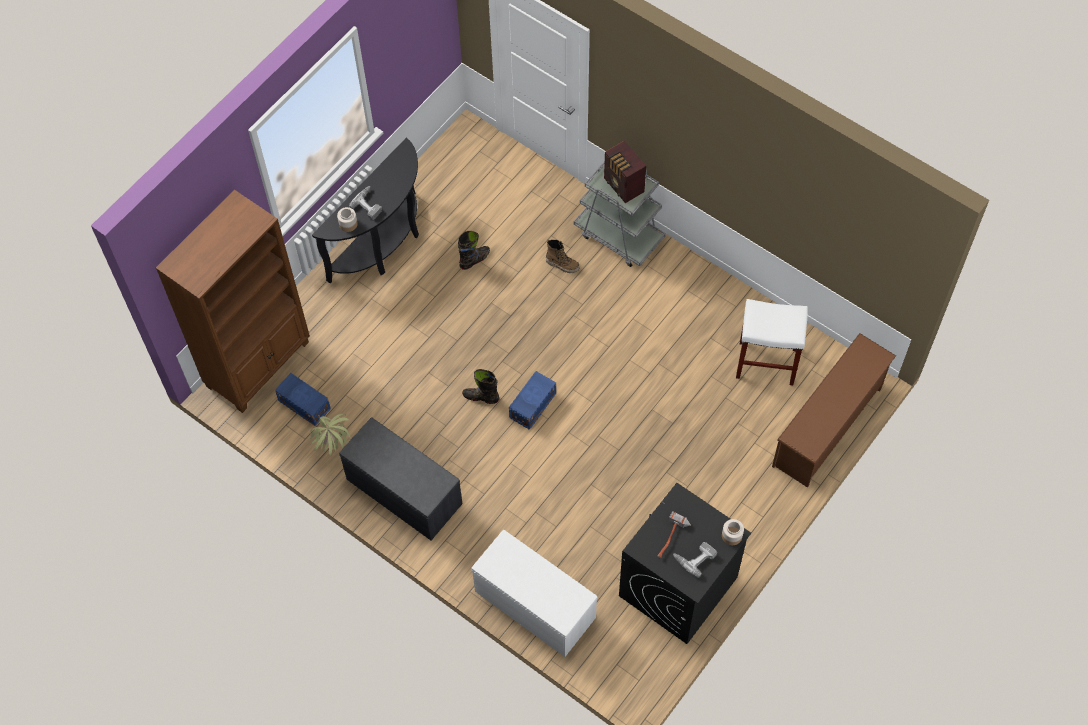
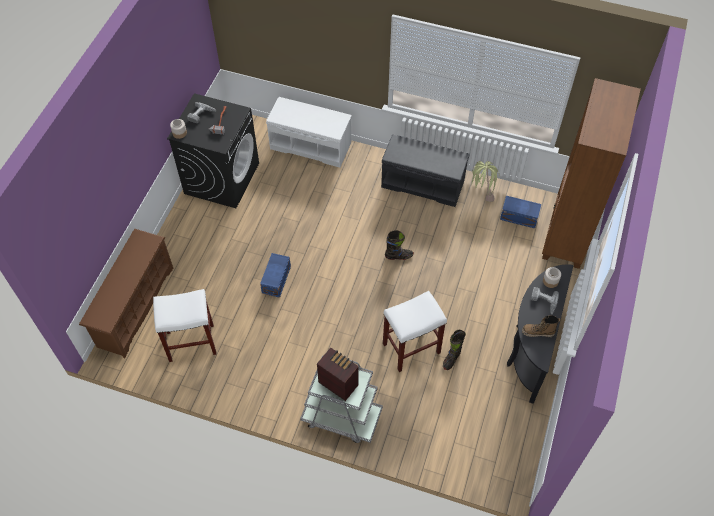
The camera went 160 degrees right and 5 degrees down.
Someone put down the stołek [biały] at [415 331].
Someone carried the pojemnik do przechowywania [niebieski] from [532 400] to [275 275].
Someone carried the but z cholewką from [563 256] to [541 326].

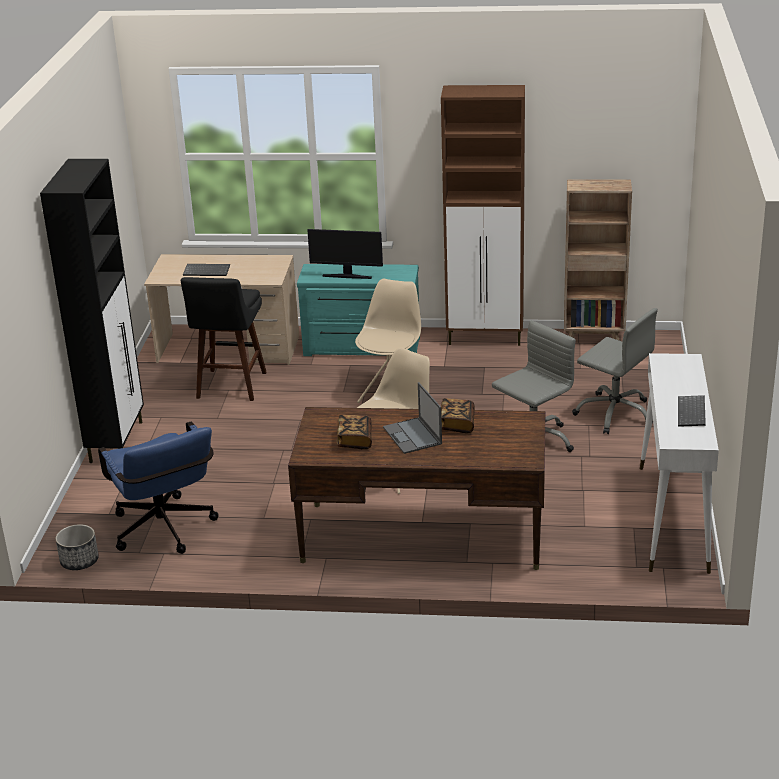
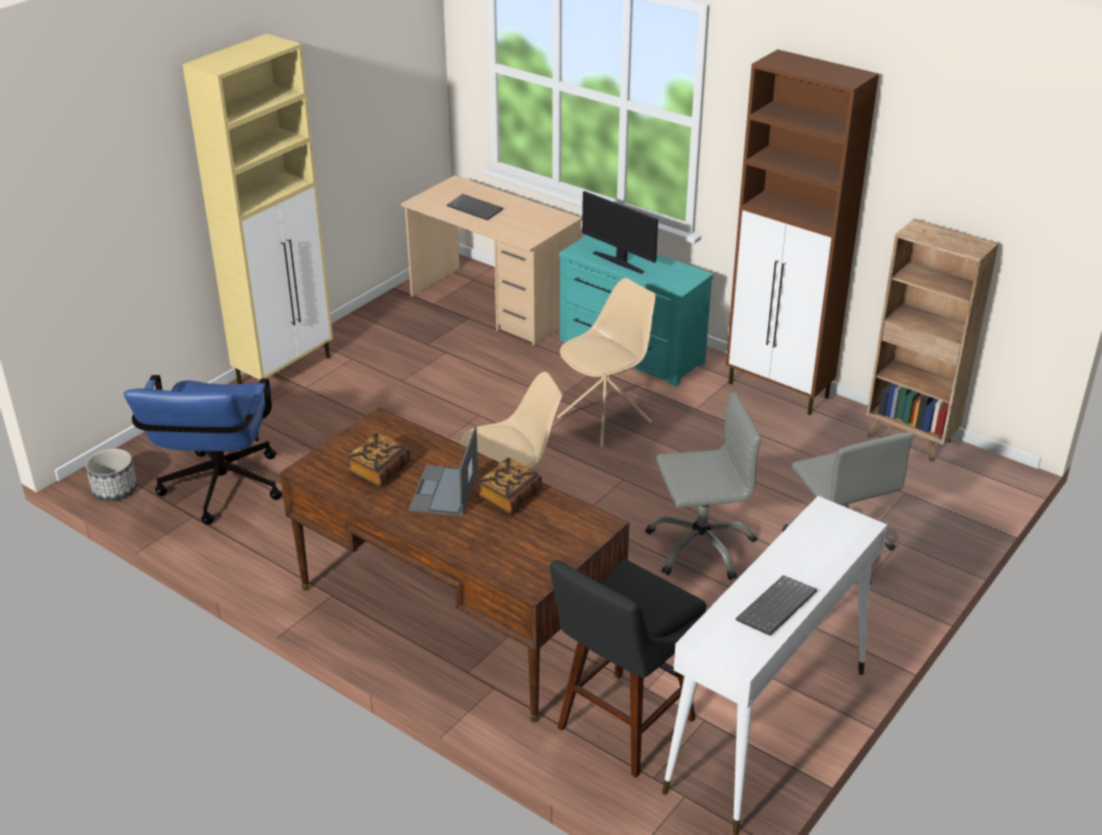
The camera went 30 degrees right and 5 degrees up.
Someone carried the stołek [czarny] from [224 339] to [628 668].
Someone repainted the szafka [czarny] at [92 311], which became the szafka [beżowy] at [258 209].

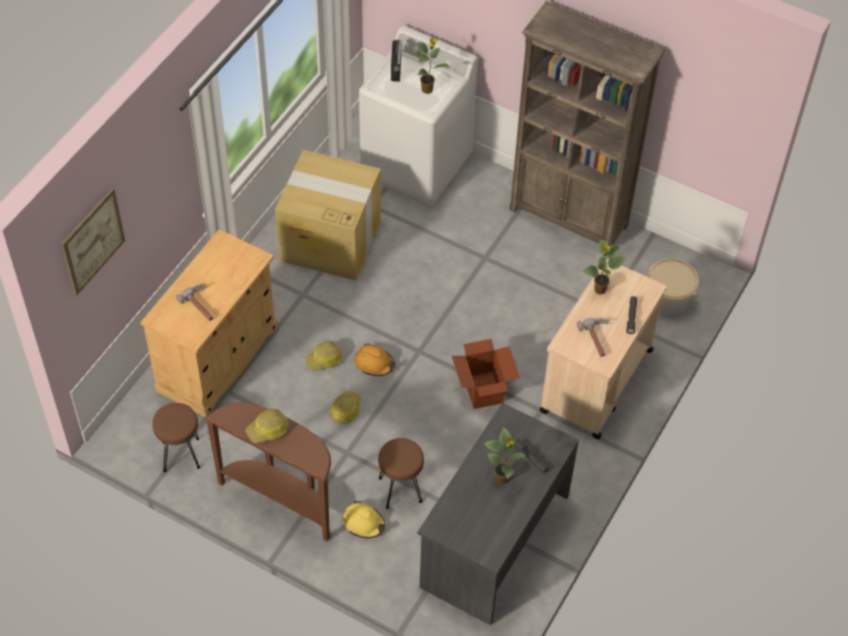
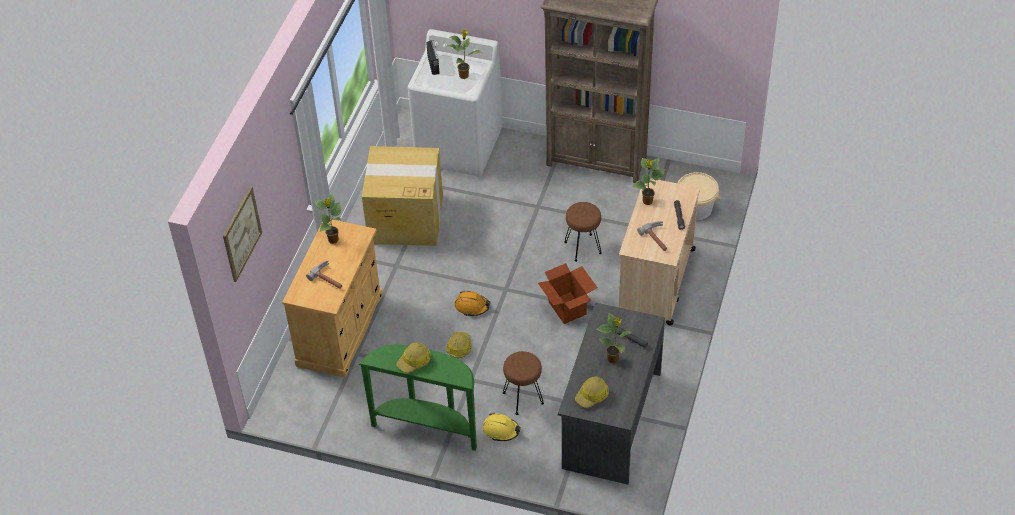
The camera went 10 degrees left and 5 degrees down.
Someone put down the roślina doniczkowa at [328 218].
Someone carried the stołek [brązowy] from [176 437] to [583 232].
Someone carried the kask from [323 356] to [592 392].
Someone repainted the stolik konsolowy [brązowy] at [267 471], which became the stolik konsolowy [zielony] at [418 398].

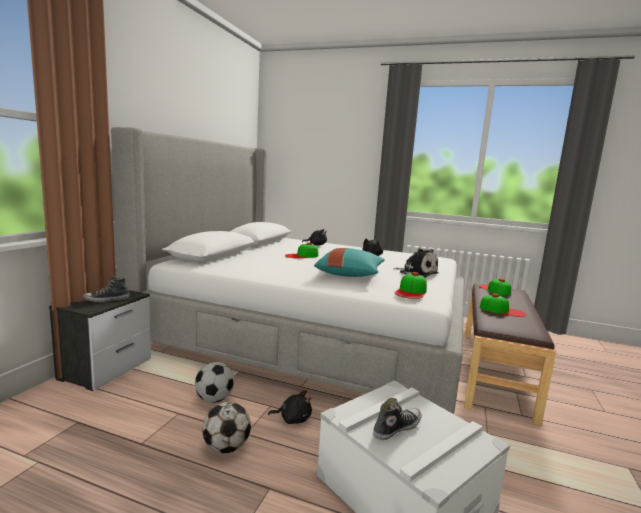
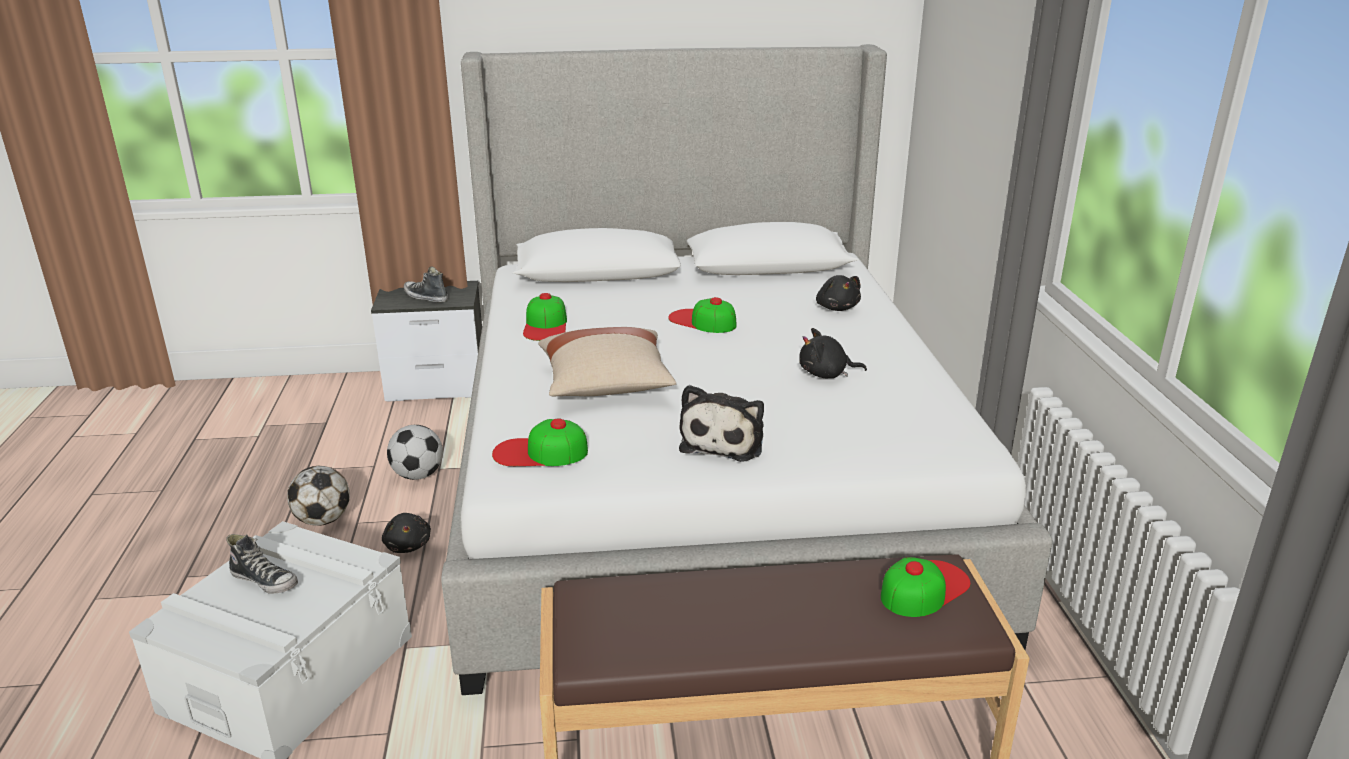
The camera went 65 degrees right and 15 degrees up.
Someone carried the czapka z daszkiem from [503 305] to [545 317].
Someone repainted the poduszka [turkusowy] at [349 262], which became the poduszka [beżowy] at [607 361].

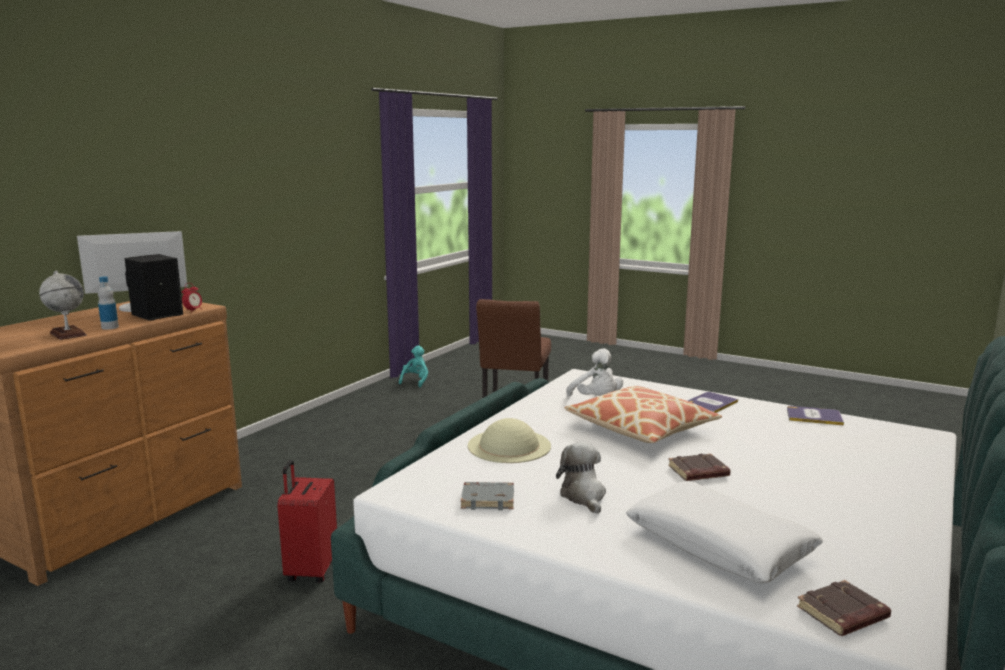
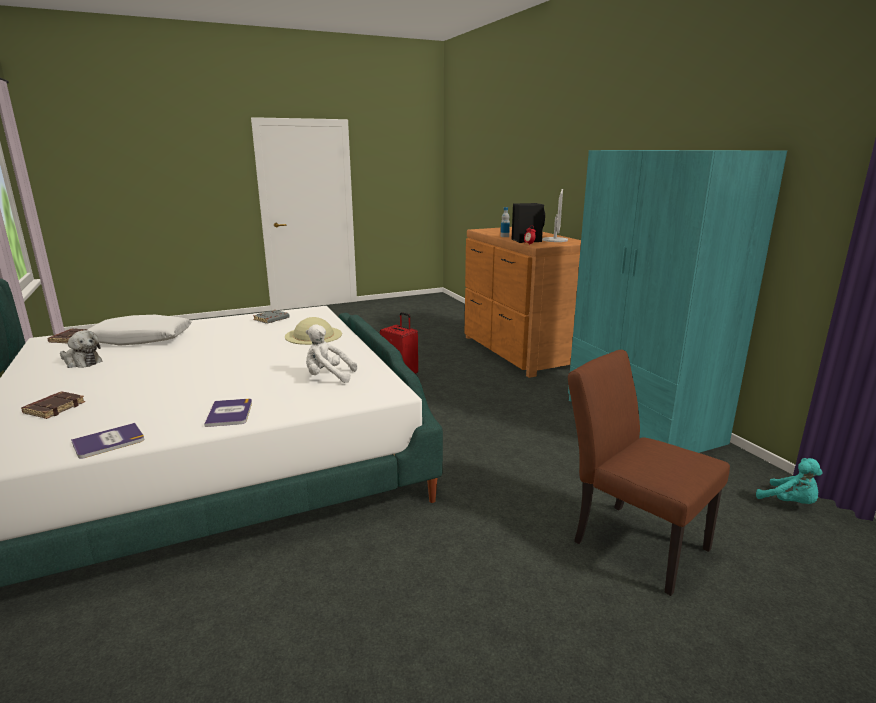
The camera went 125 degrees right and 5 degrees up.
Someone took away the globus at [63 305].
Someone took away the poduszka at [643 414].
Someone put down the szafa [turkusowy] at [677 301].
Someone carried the pluszak from [581 478] to [81 349].
Someone carried the książka [brązowy] from [699 467] to [53 405].

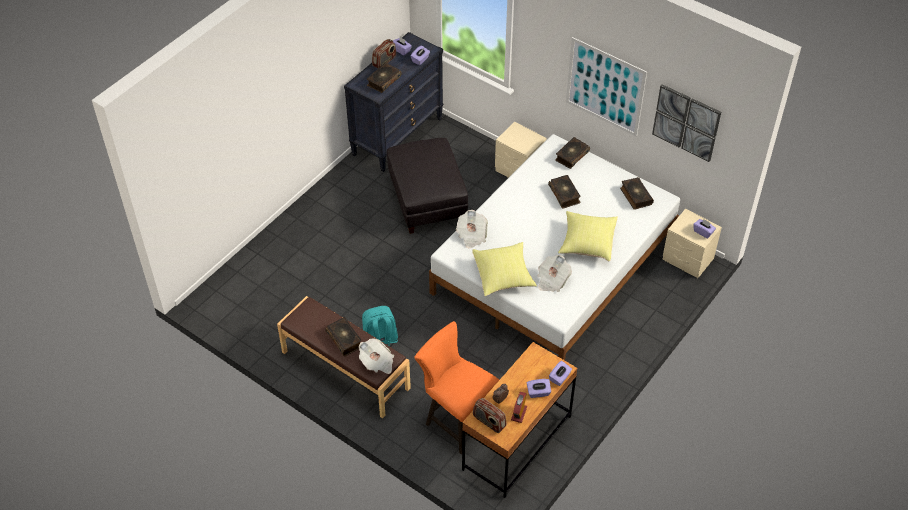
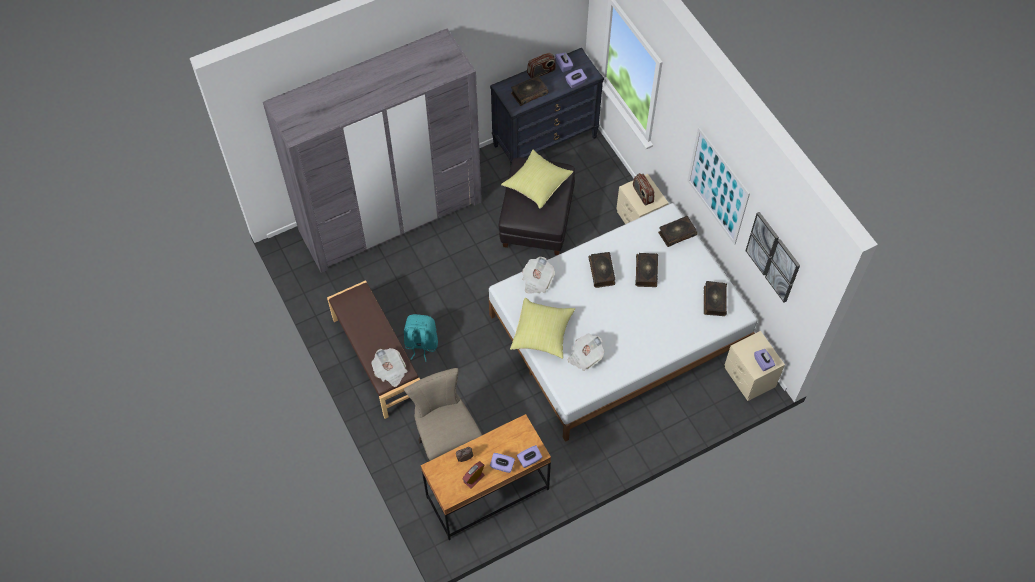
The camera went 25 degrees right and 10 degrees up.
Someone put down the szafa [szary] at [372 150].
Someone carried the książka from [343 336] to [601 270].
Someone carried the radio from [489 415] to [644 189].
Someone carried the poduszka [żółty] from [588 236] to [537 179].
Someone repainted the stołek [pomarańczowy] at [456 388], which became the stołek [beżowy] at [443 414].

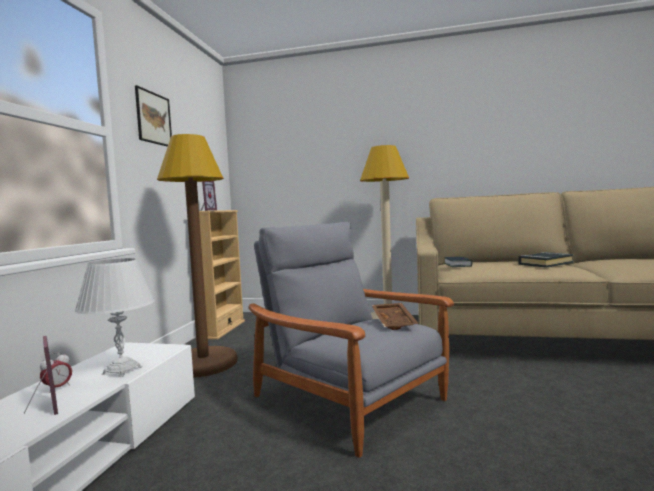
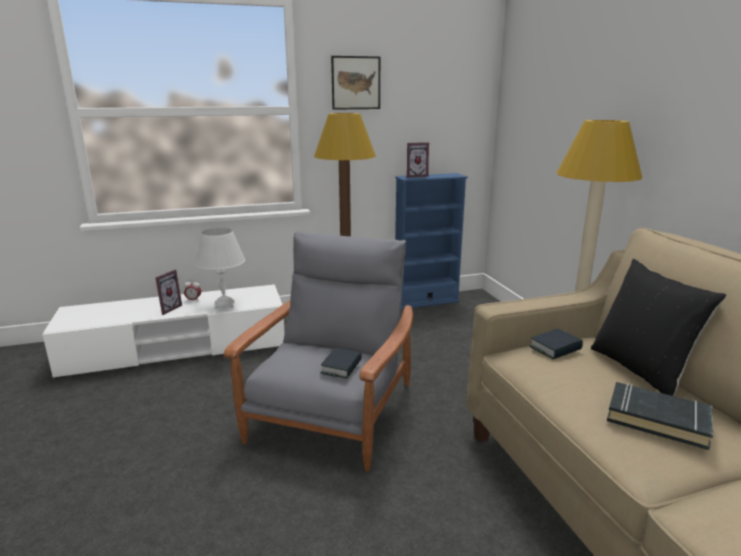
The camera went 60 degrees right and 15 degrees up.
Someone put down the poduszka [czarny] at [659 327].
Someone swapped the taca [brązowy] at [395 316] for the książka at [341 363].
Someone repainted the regał [beżowy] at [222 275], which became the regał [niebieski] at [431 241].

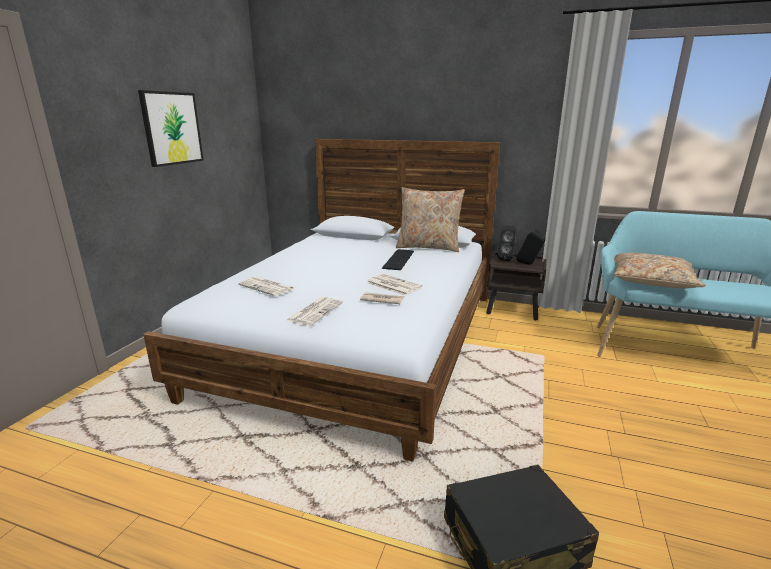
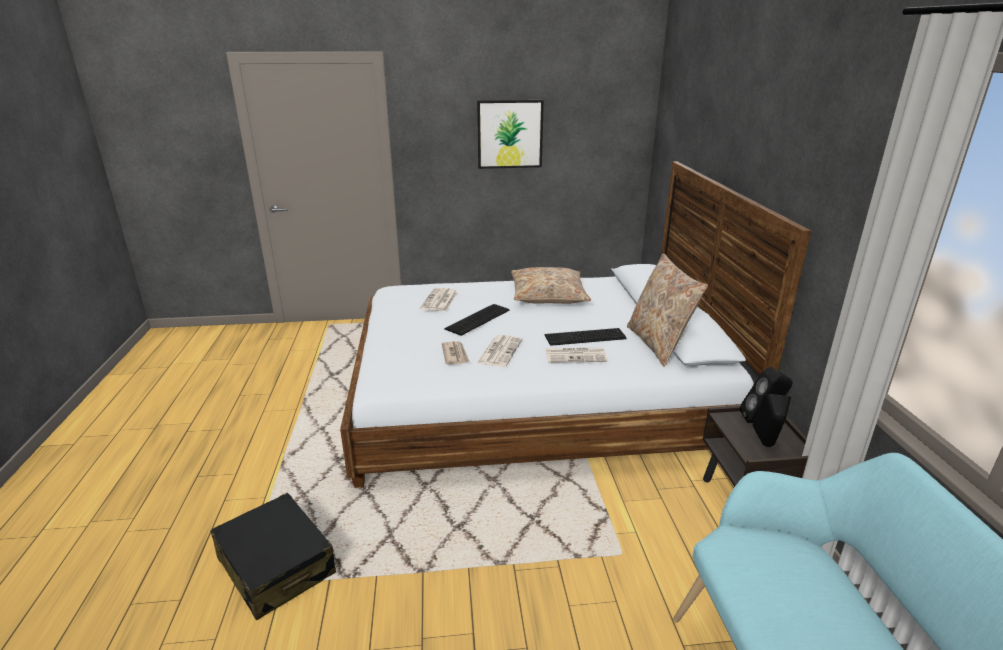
The camera went 65 degrees right and 5 degrees up.
Someone put down the klawiatura at [476 320].
Someone carried the gazeta from [314 311] to [577 355].
Someone carried the poduszka [beżowy] from [659 270] to [551 285].

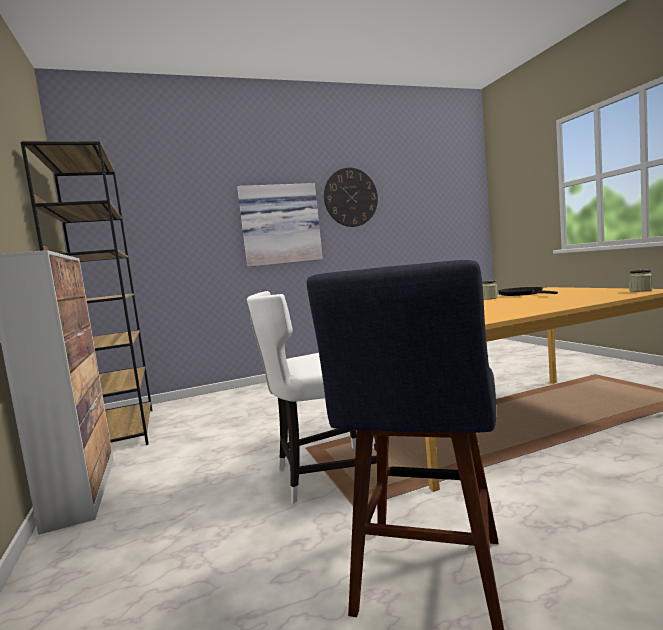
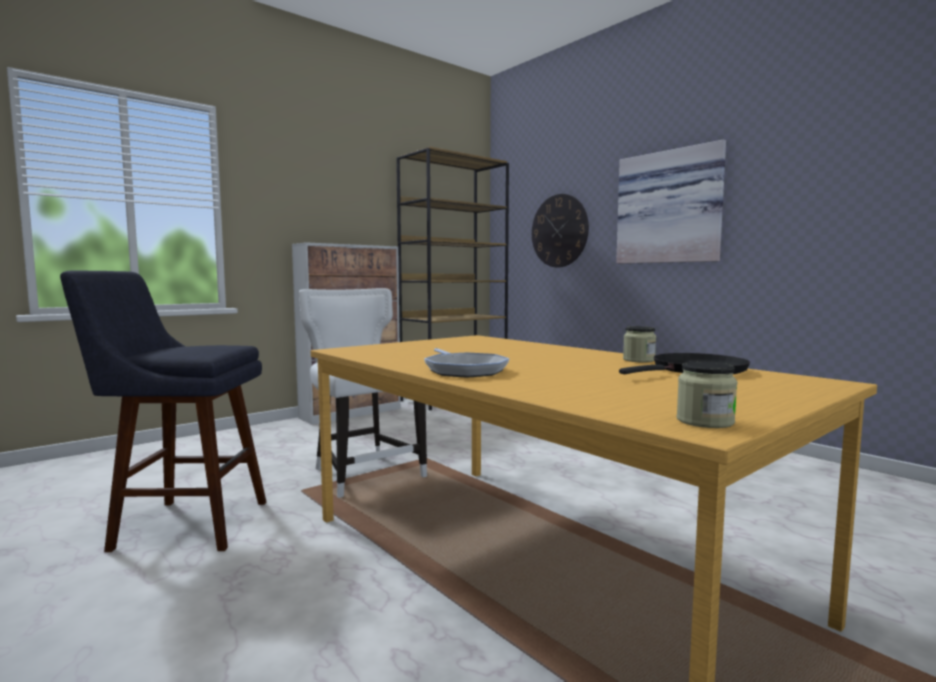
The camera went 70 degrees right and 0 degrees up.
Someone put down the patelnia at [467 363].
Someone carried the zegar ścienny from [351 197] to [560 230].

